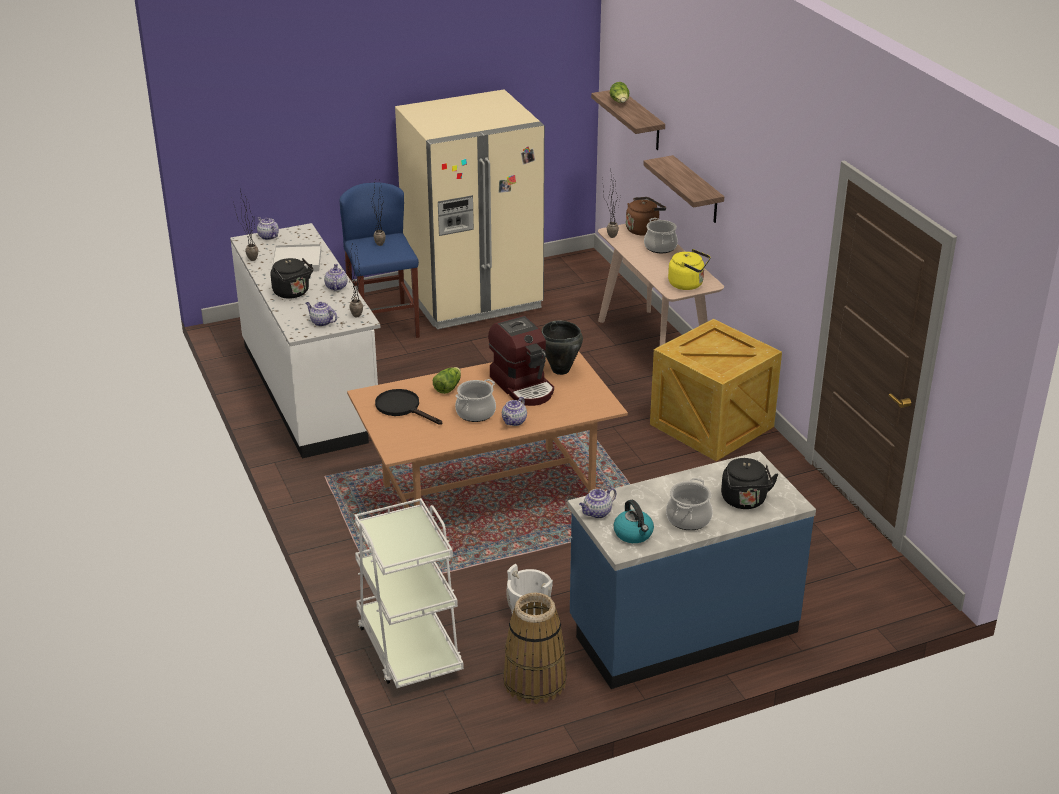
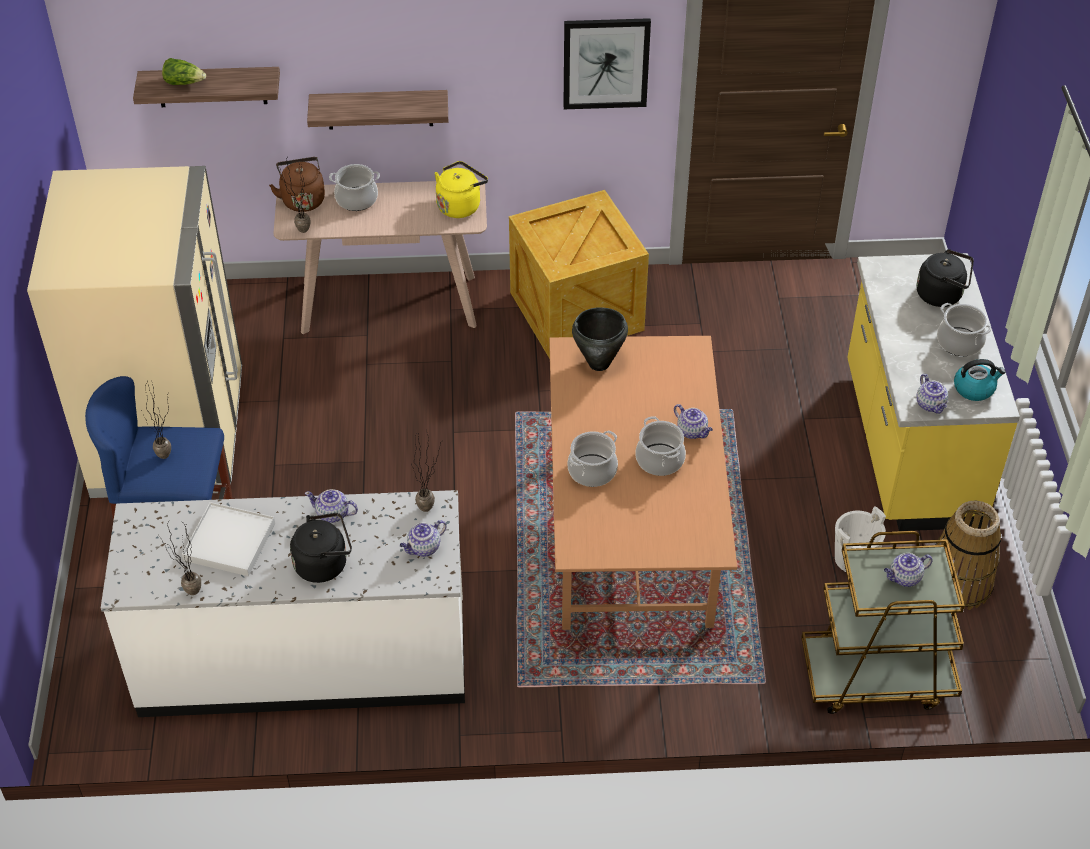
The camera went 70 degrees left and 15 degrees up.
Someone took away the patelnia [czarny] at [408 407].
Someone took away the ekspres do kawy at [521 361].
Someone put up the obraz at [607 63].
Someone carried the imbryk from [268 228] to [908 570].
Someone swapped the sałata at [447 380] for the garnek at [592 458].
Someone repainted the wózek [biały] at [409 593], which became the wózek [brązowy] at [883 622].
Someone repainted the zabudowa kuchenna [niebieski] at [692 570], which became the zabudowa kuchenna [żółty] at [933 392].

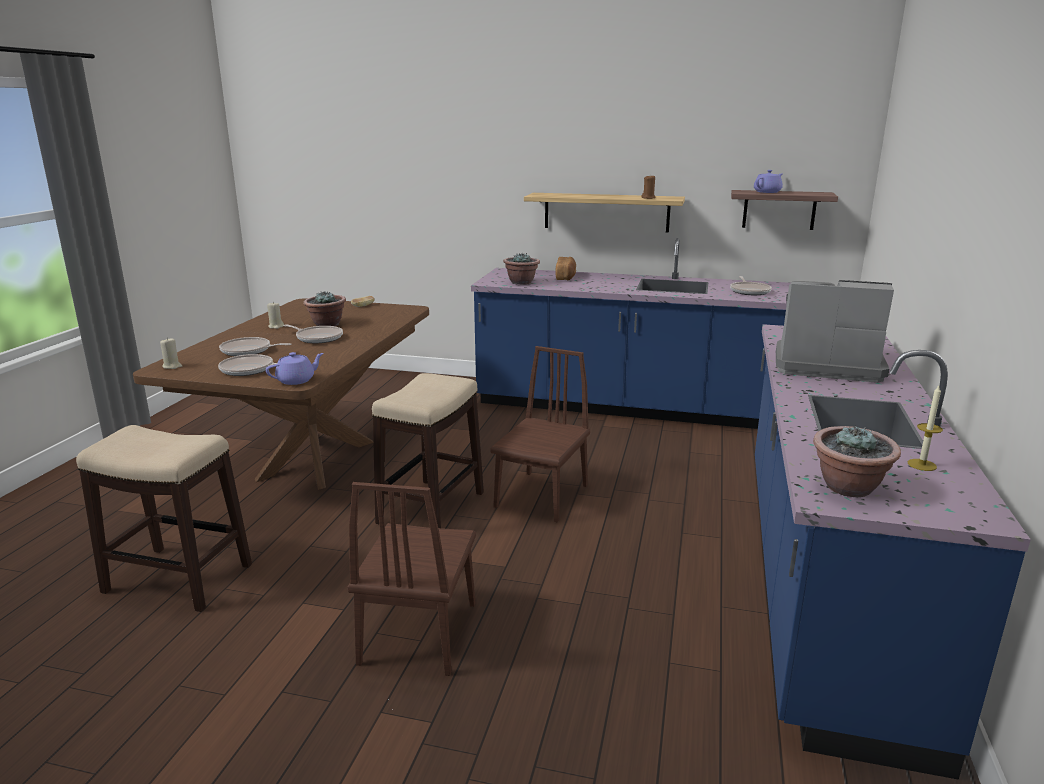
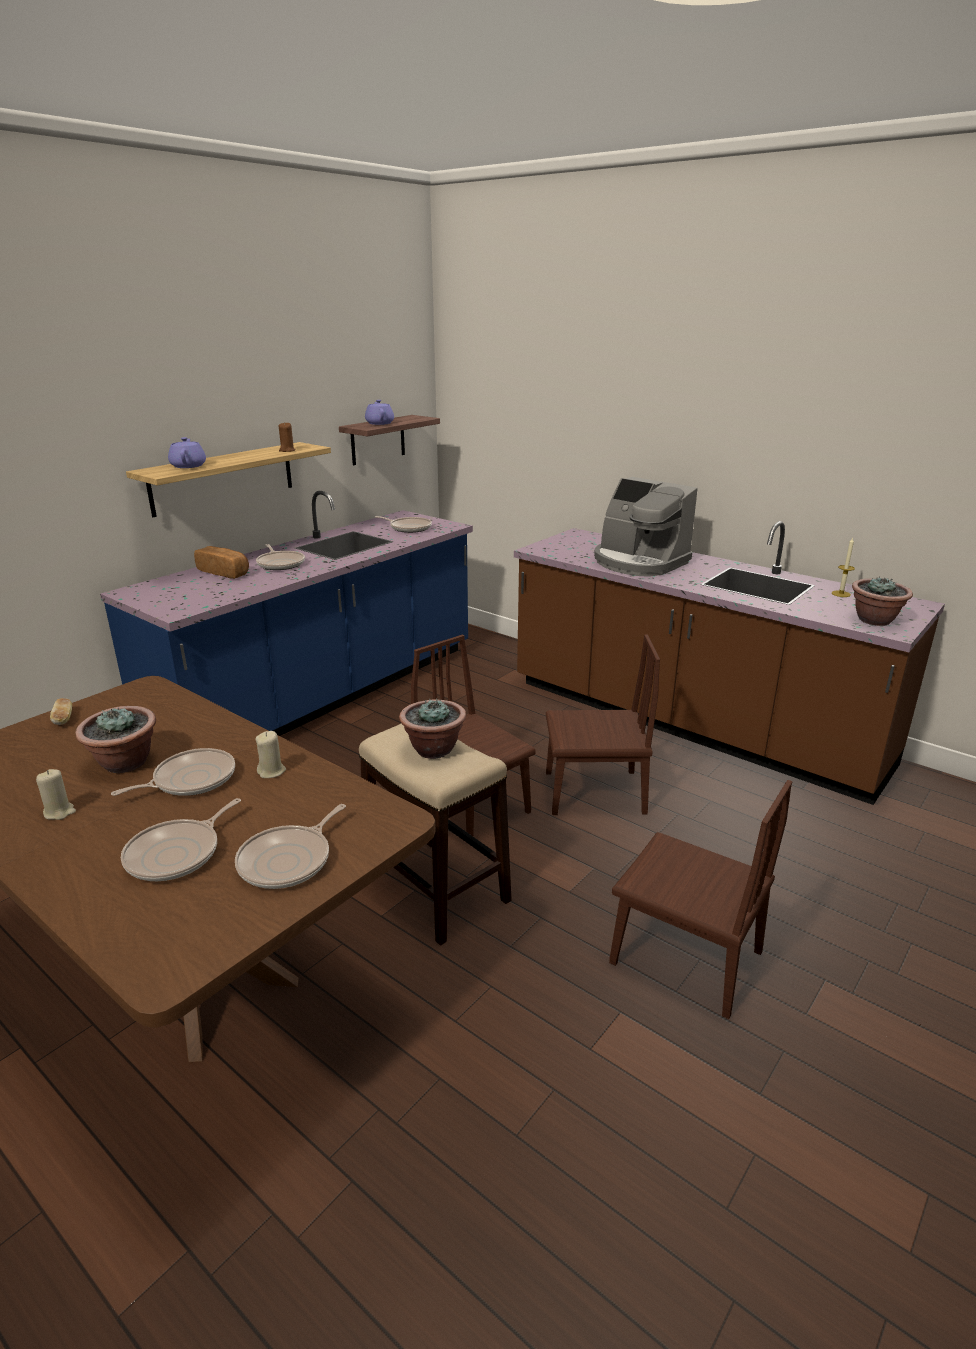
The camera went 65 degrees left and 5 degrees up.
Someone took away the stołek at [164 518].
Someone put down the patelnia at [280 557].
Someone put down the krzesło [brązowy] at [603 725].
Someone carried the świeca [beżowy] from [171 353] to [271 754].
Someone carried the imbryk [fioletowy] from [295 368] to [187 452].
Someone carried the roślina doniczkowa from [521 268] to [432 728].
Someone repainted the zabudowa kuchenna [niebieski] at [893 552], which became the zabudowa kuchenna [brązowy] at [729 663].
Someone rotated the ekspres do kawy at [835 331] by 90 degrees counterclockwise.

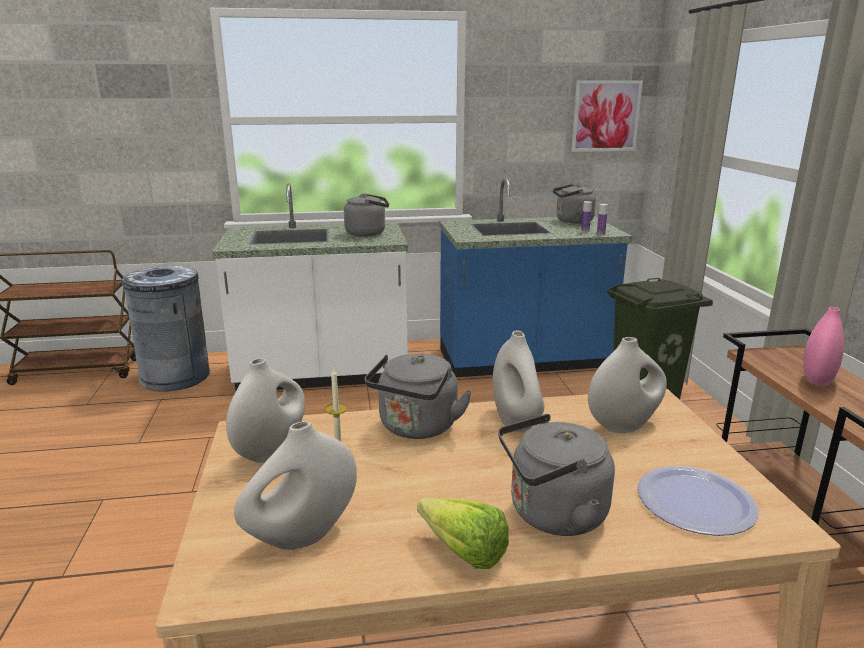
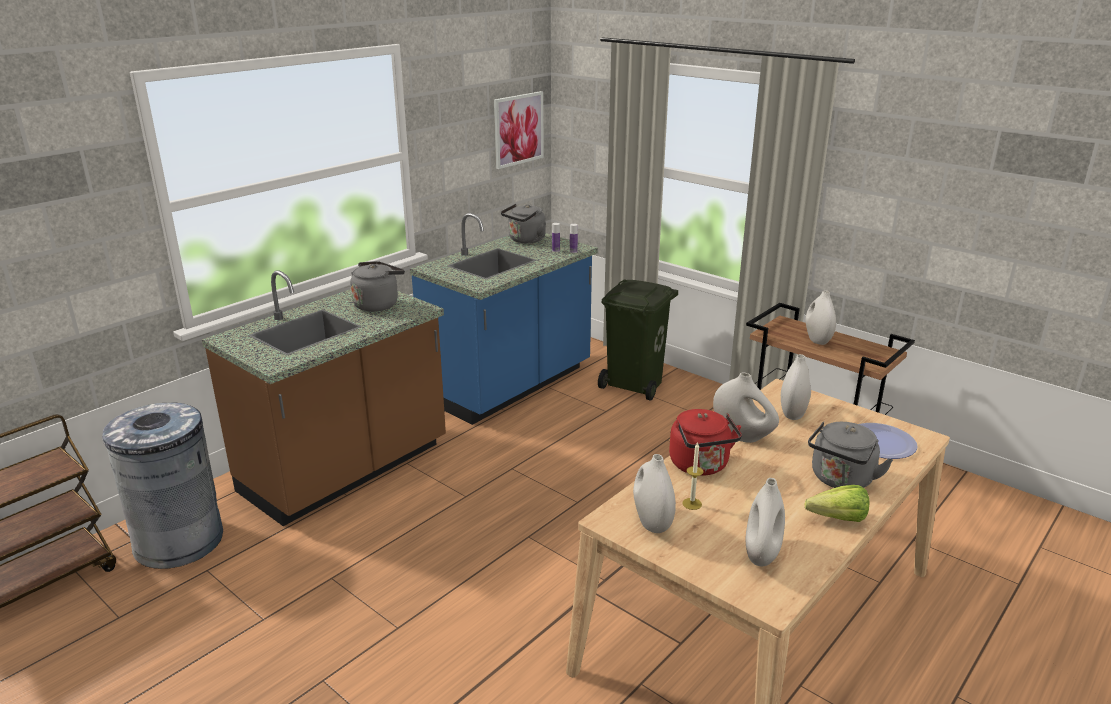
The camera went 40 degrees left and 5 degrees up.
Someone repainted the zabudowa kuchenna [biały] at [310 287], which became the zabudowa kuchenna [brązowy] at [324 398].
Someone repainted the czajnik [szary] at [418 396], which became the czajnik [czerwony] at [705 442].
Someone repainted the wazon [różowy] at [823 346], which became the wazon [biały] at [820 317].

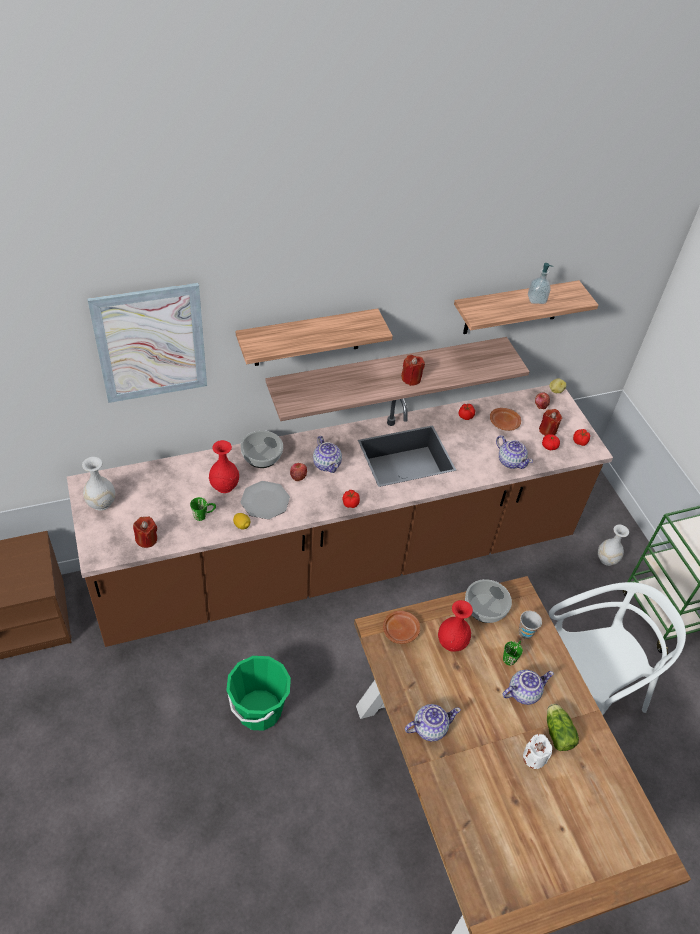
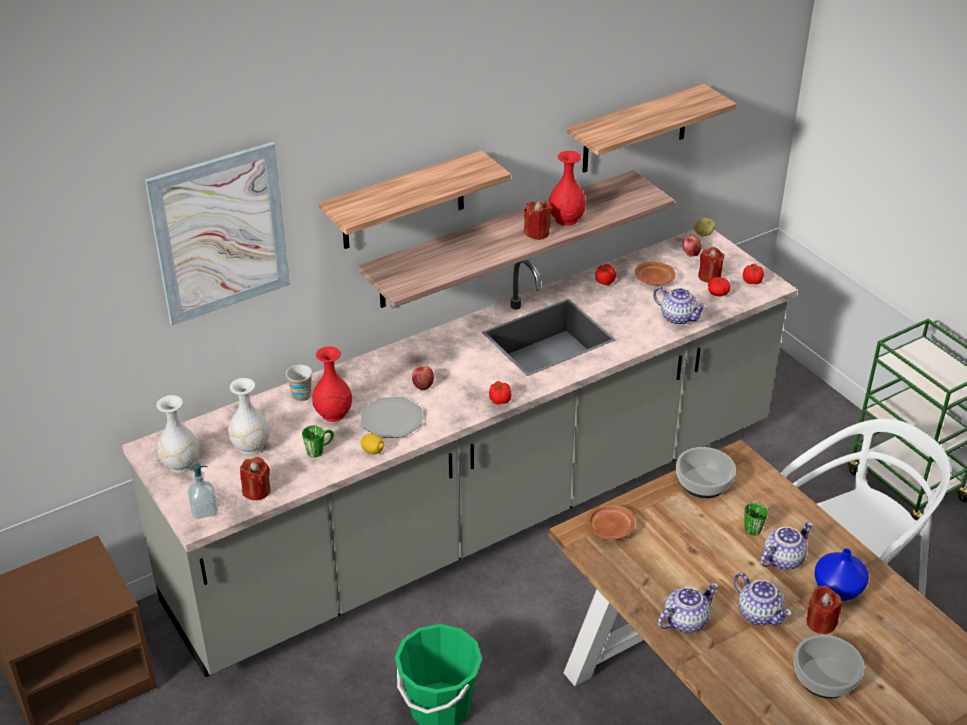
The camera went 10 degrees left and 10 degrees down.
Someone carried the miska from [261 449] to [829 667].
Someone carried the imbryk from [327 454] to [763 599].
Someone carried the wazon [czerwony] from [455 626] to [567 188].
Someone carried the filiżanka from [530 625] to [299 383].
Someone carried the dozownik mydła from [540 283] to [202 491].
Someone carried the wazon [biały] from [613 545] to [249 416].
Someone swapped the sałata at [563 727] for the wazon [niebieski] at [842 574].
Someone repainted the zabudowa kuchenna [brązowy] at [340 516], which became the zabudowa kuchenna [szary] at [460 453].
Someone repainted the świeca [biały] at [537 751], which became the świeca [czerwony] at [824 609].

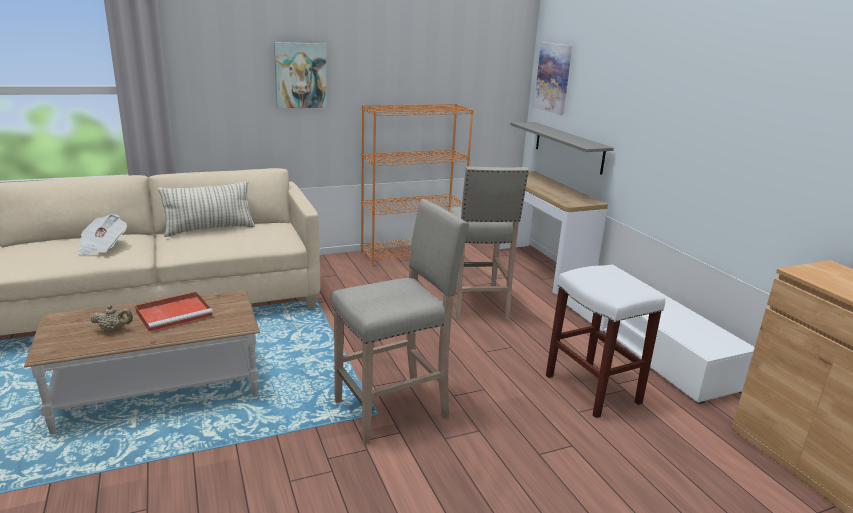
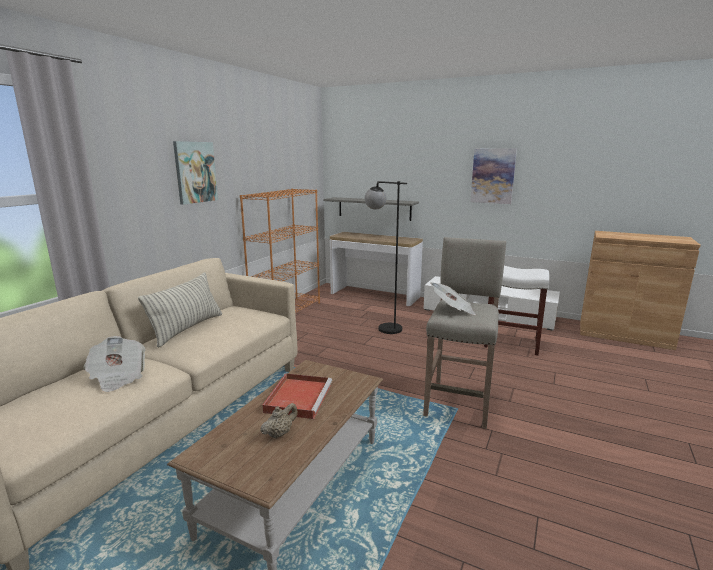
The camera went 40 degrees left and 5 degrees down.
Someone put down the gazeta at [453 298].
Someone carried the obraz from [553 79] to [493 176].
Someone swapped the stołek [beżowy] at [489 243] for the lampa stojąca [czarny] at [386 257].

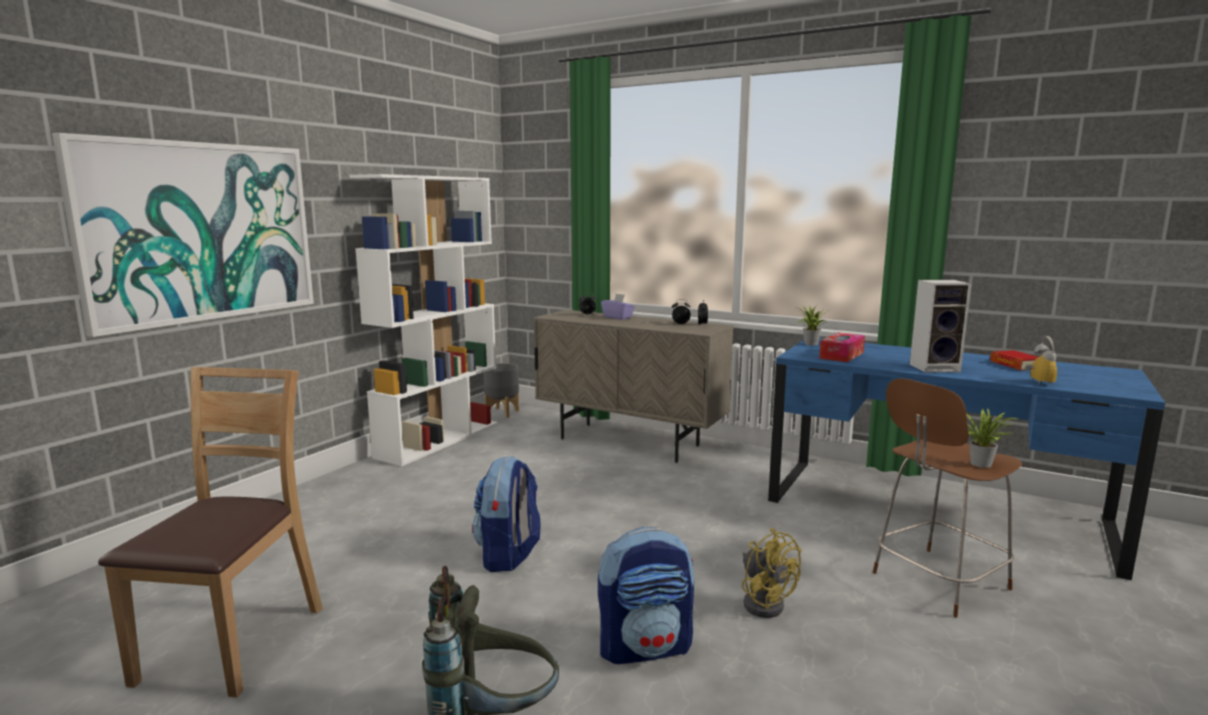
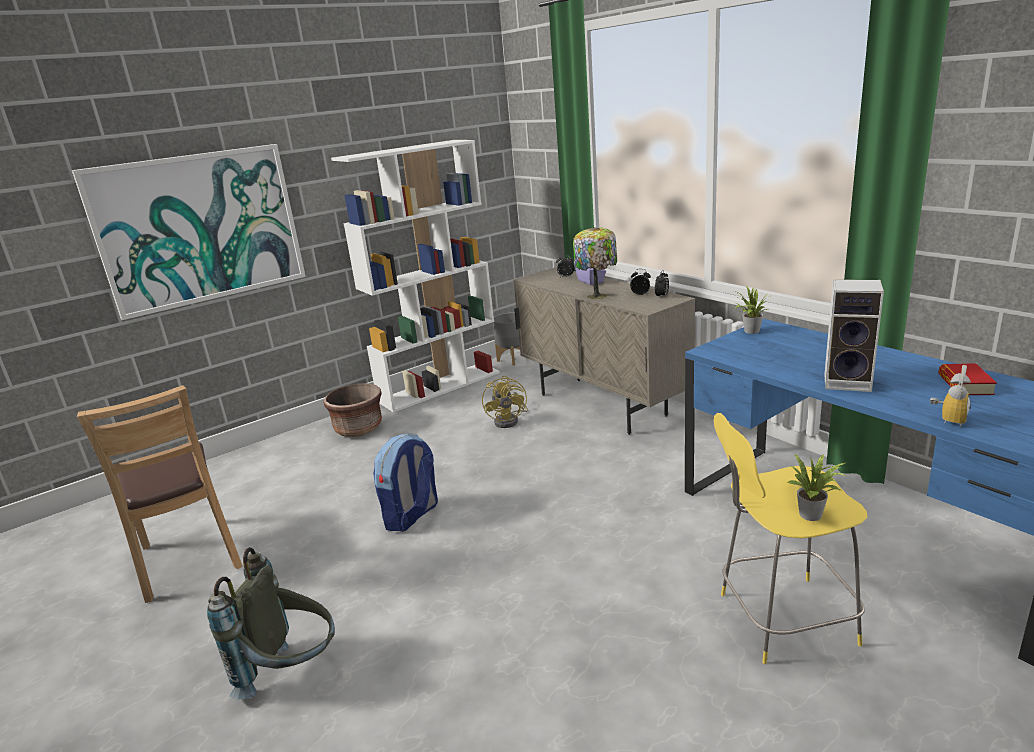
The camera went 25 degrees right and 10 degrees up.
Someone took away the plecak at [646 595].
Someone took away the pudełko chusteczek at [842 347].
Someone put down the donica [brązowy] at [352 410].
Someone put down the lampa stołowa at [595 263].
Someone carried the wentylator [żółty] from [772 573] to [505 402].
Someone repainted the stołek [brązowy] at [947 498], which became the stołek [żółty] at [790 538].
Someone rotated the krzesło [brązowy] at [210 532] by 120 degrees clockwise.

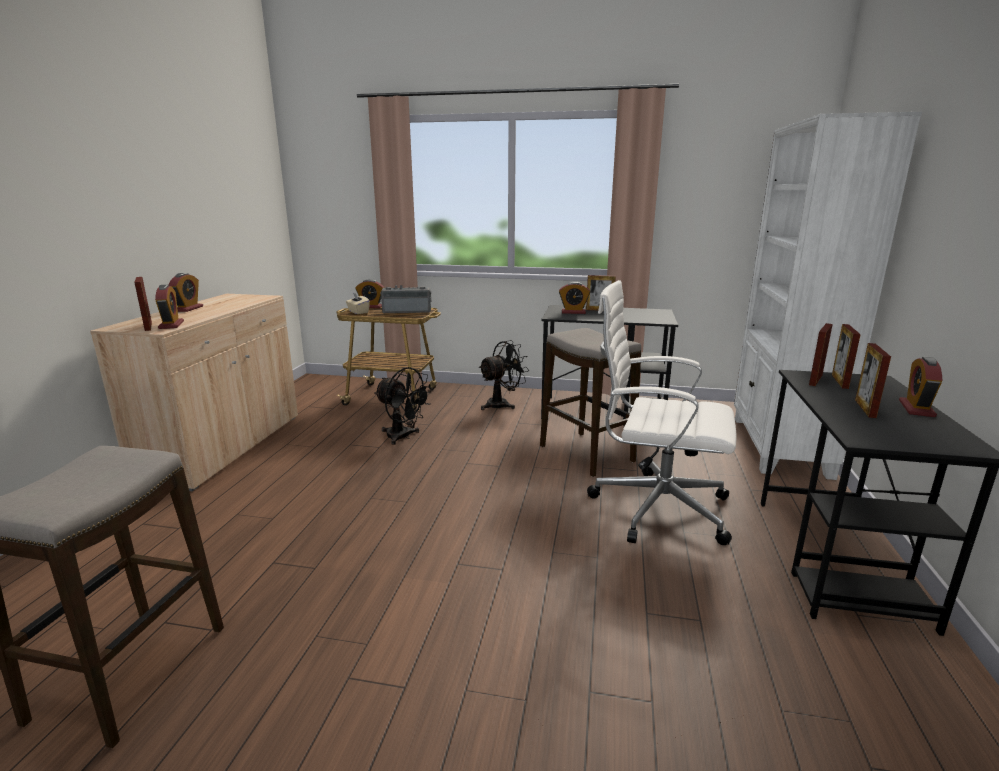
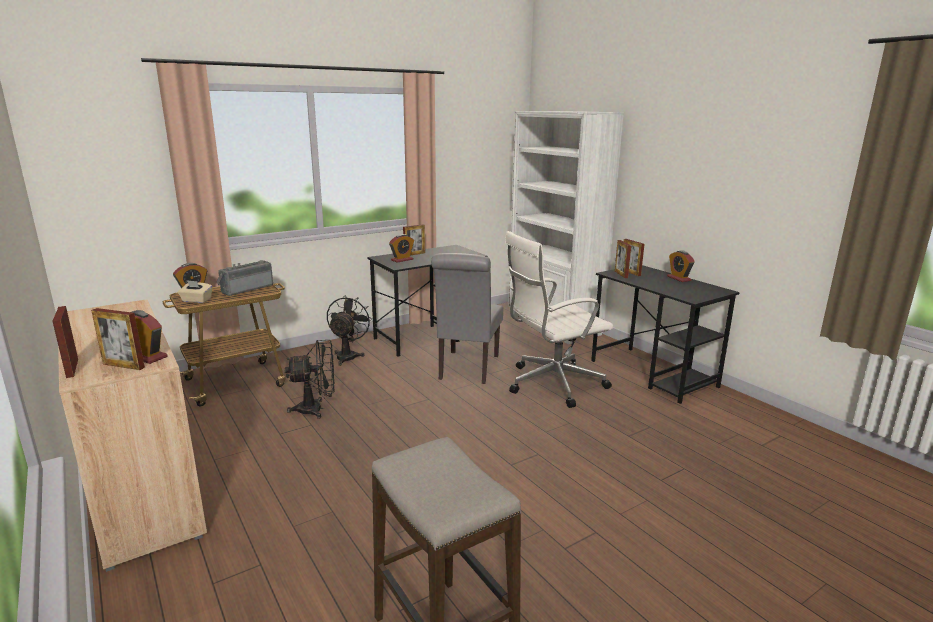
The camera went 45 degrees left and 0 degrees up.
Someone took away the budzik at [186 292].
Someone carried the ramka na zdjęcie from [873 380] to [65 342].
Someone swapped the stołek at [590 402] for the krzesło [szary] at [467 318].

